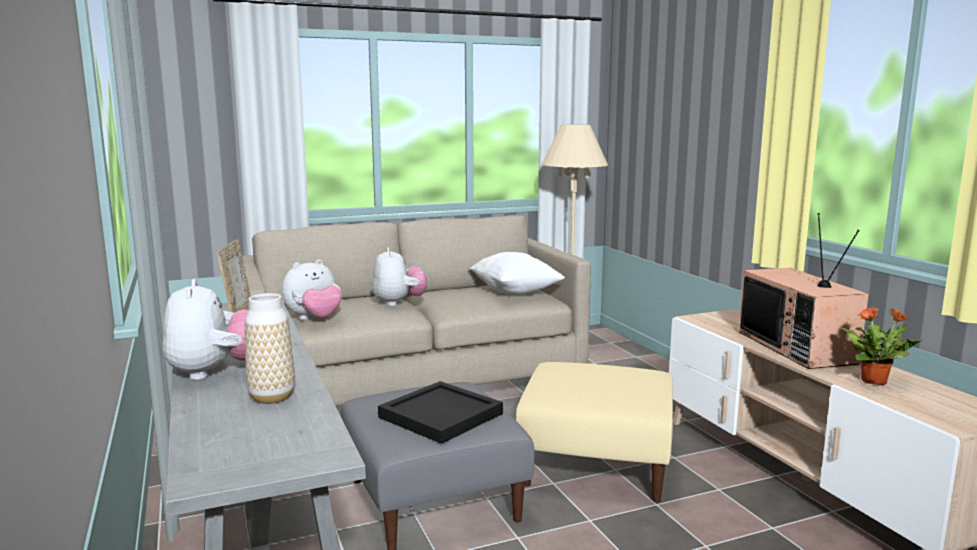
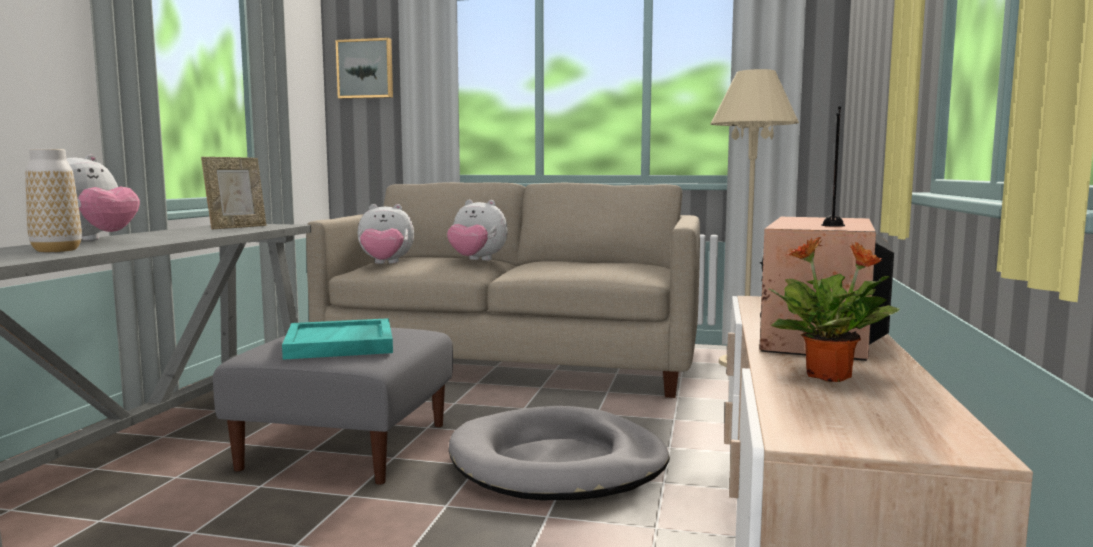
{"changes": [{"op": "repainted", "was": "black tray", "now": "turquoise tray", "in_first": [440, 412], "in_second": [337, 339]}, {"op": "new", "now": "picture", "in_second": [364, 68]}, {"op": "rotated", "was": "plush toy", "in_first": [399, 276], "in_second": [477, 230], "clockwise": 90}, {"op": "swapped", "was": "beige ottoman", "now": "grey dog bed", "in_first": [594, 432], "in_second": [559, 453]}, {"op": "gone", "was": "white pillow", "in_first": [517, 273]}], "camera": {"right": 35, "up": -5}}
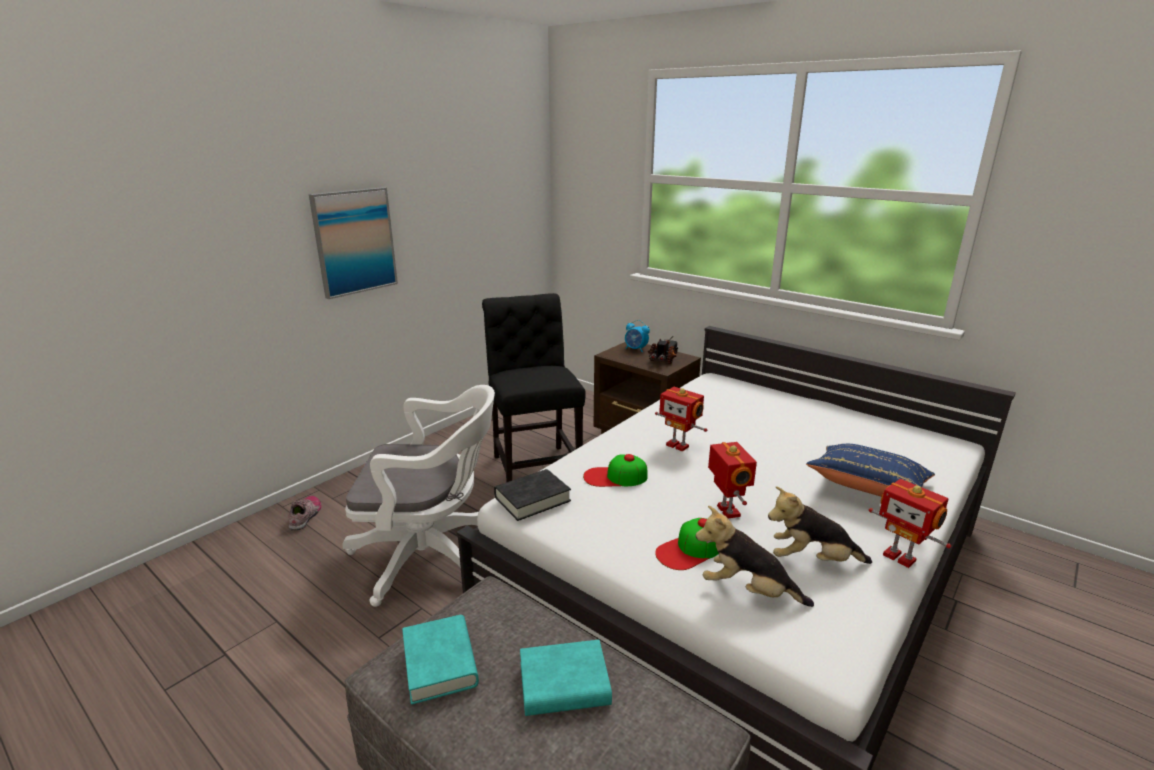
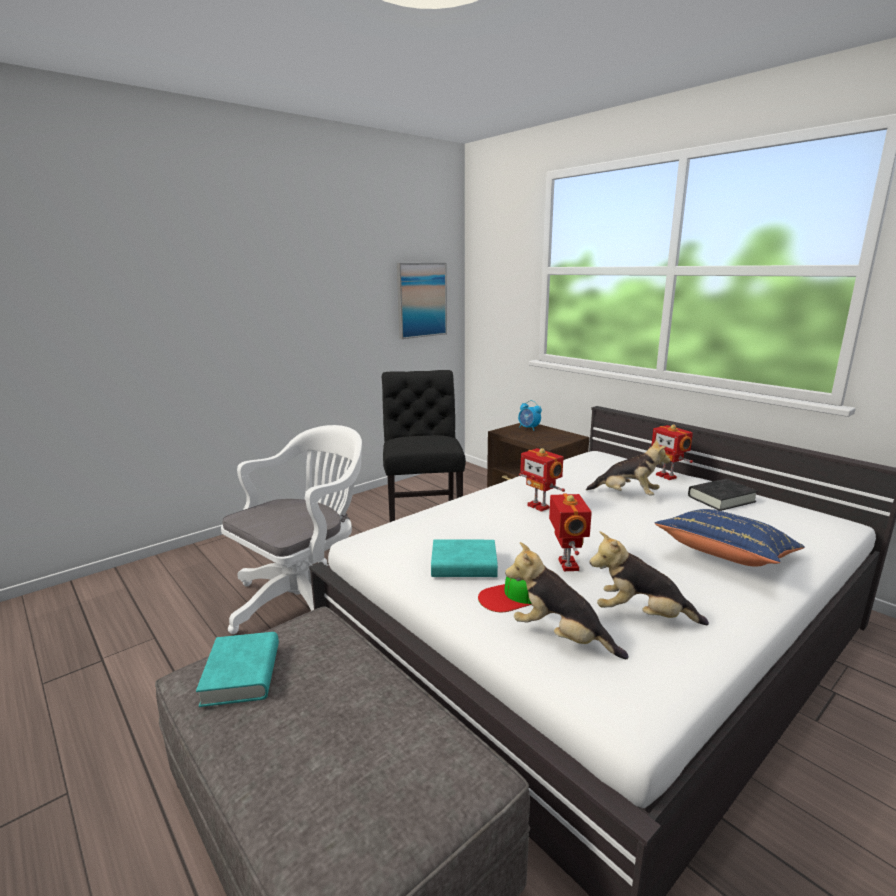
{"changes": [{"op": "rotated", "was": "white office chair", "in_first": [418, 496], "in_second": [291, 529], "clockwise": -60}, {"op": "shifted", "was": "picture", "in_first": [353, 243], "in_second": [422, 301]}, {"op": "shifted", "was": "turquoise book", "in_first": [566, 678], "in_second": [464, 558]}, {"op": "new", "now": "plush toy", "in_second": [628, 467]}, {"op": "shifted", "was": "toy robot", "in_first": [910, 523], "in_second": [671, 452]}, {"op": "shifted", "was": "black book", "in_first": [532, 495], "in_second": [723, 495]}, {"op": "gone", "was": "shoe", "in_first": [305, 513]}, {"op": "gone", "was": "cap", "in_first": [615, 470]}, {"op": "gone", "was": "toy truck", "in_first": [663, 350]}], "camera": {"right": 10, "up": -5}}
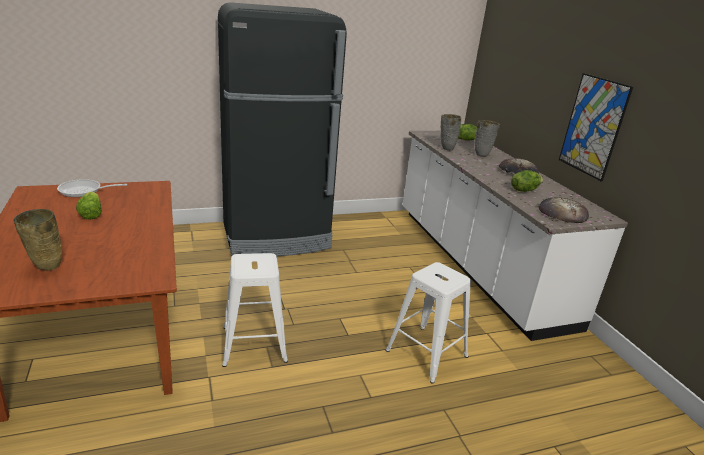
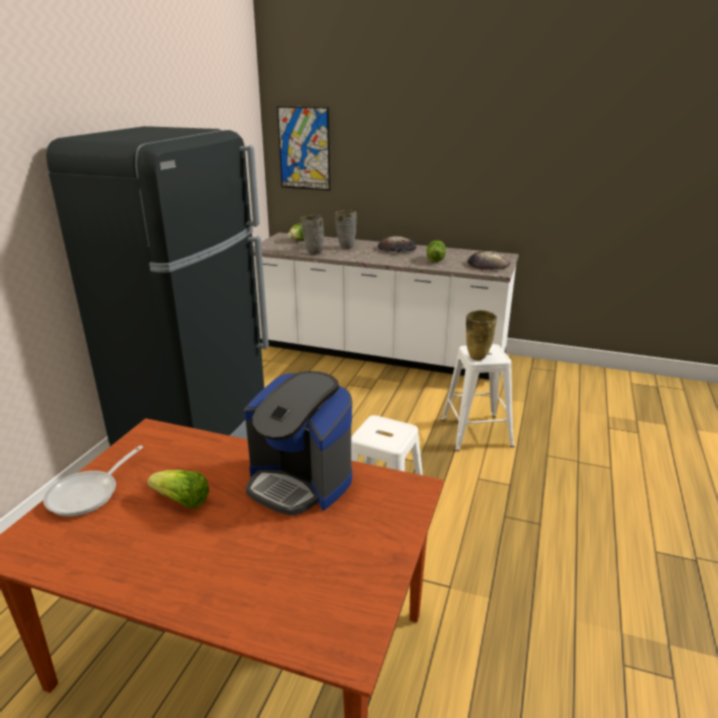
{"changes": [{"op": "new", "now": "coffee machine", "in_second": [298, 443]}, {"op": "shifted", "was": "picture", "in_first": [596, 127], "in_second": [303, 148]}, {"op": "shifted", "was": "beige vase", "in_first": [38, 240], "in_second": [481, 335]}], "camera": {"right": -50, "up": 0}}
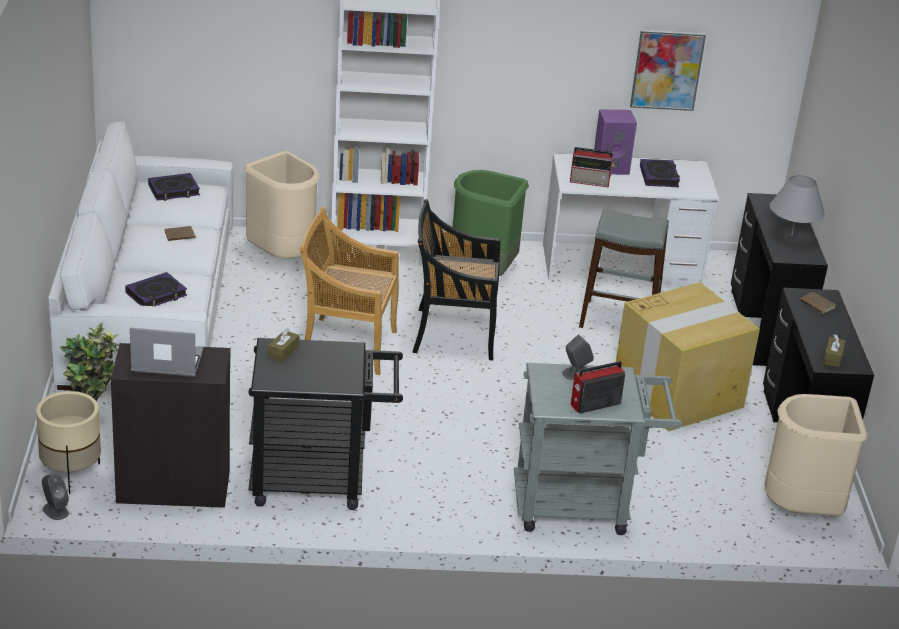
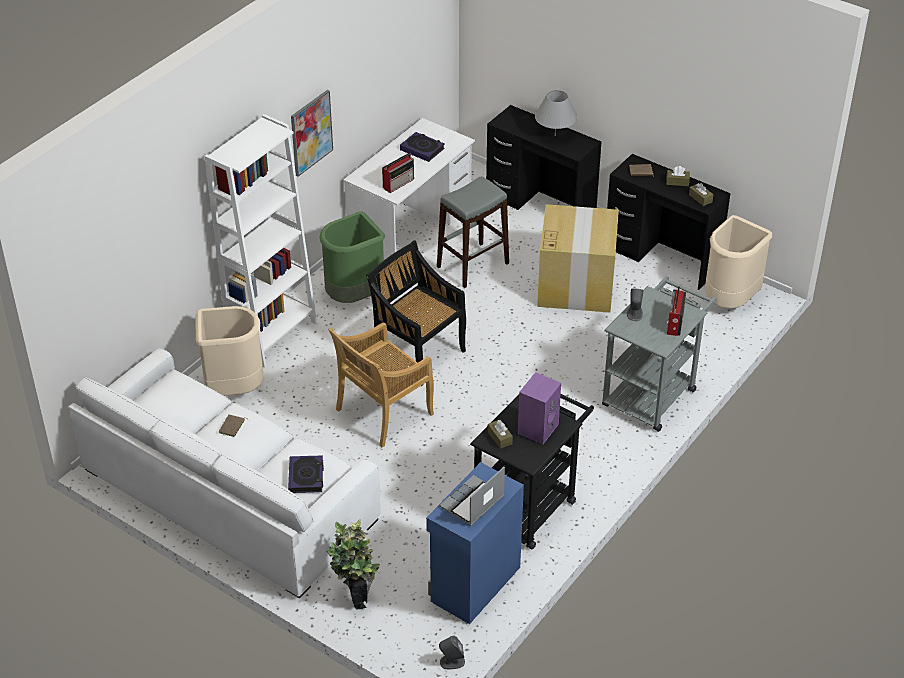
{"changes": [{"op": "shifted", "was": "picture", "in_first": [668, 70], "in_second": [312, 133]}, {"op": "rotated", "was": "black chair", "in_first": [457, 279], "in_second": [416, 313], "clockwise": 90}, {"op": "repainted", "was": "black cabinet", "now": "blue cabinet", "in_first": [170, 425], "in_second": [475, 543]}, {"op": "shifted", "was": "purple speaker", "in_first": [615, 142], "in_second": [539, 408]}, {"op": "new", "now": "brown tissue box", "in_second": [678, 176]}, {"op": "gone", "was": "beige planter", "in_first": [68, 442]}, {"op": "gone", "was": "book", "in_first": [174, 187]}], "camera": {"right": -50, "up": 10}}
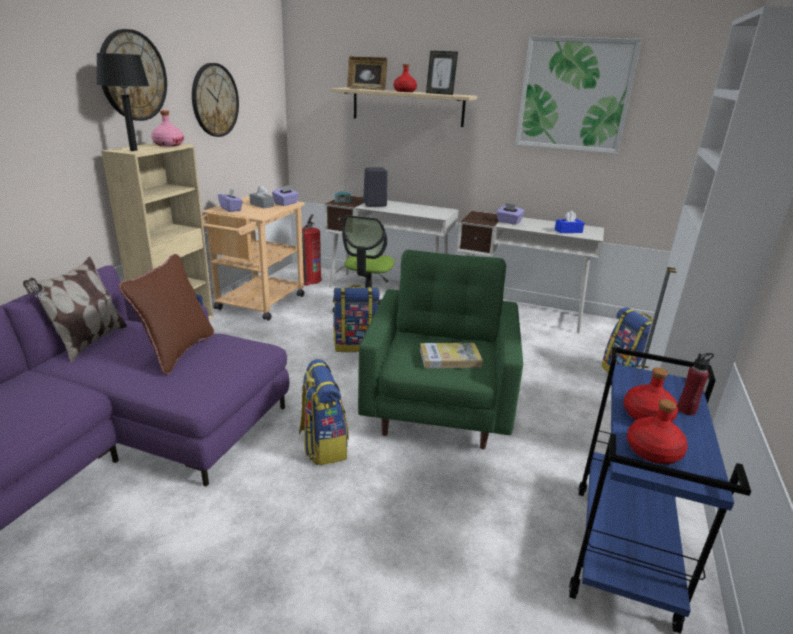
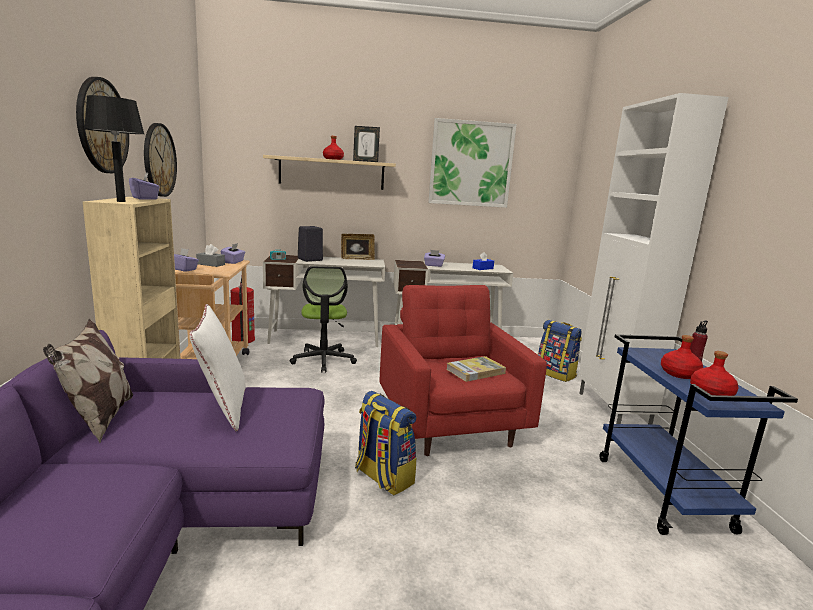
{"changes": [{"op": "swapped", "was": "pink bottle", "now": "purple tissue box", "in_first": [167, 128], "in_second": [144, 186]}, {"op": "repainted", "was": "brown pillow", "now": "white pillow", "in_first": [166, 314], "in_second": [218, 367]}, {"op": "shifted", "was": "picture frame", "in_first": [367, 73], "in_second": [358, 247]}, {"op": "repainted", "was": "green armchair", "now": "red armchair", "in_first": [440, 350], "in_second": [463, 370]}, {"op": "gone", "was": "backpack", "in_first": [356, 318]}], "camera": {"right": -25, "up": -10}}
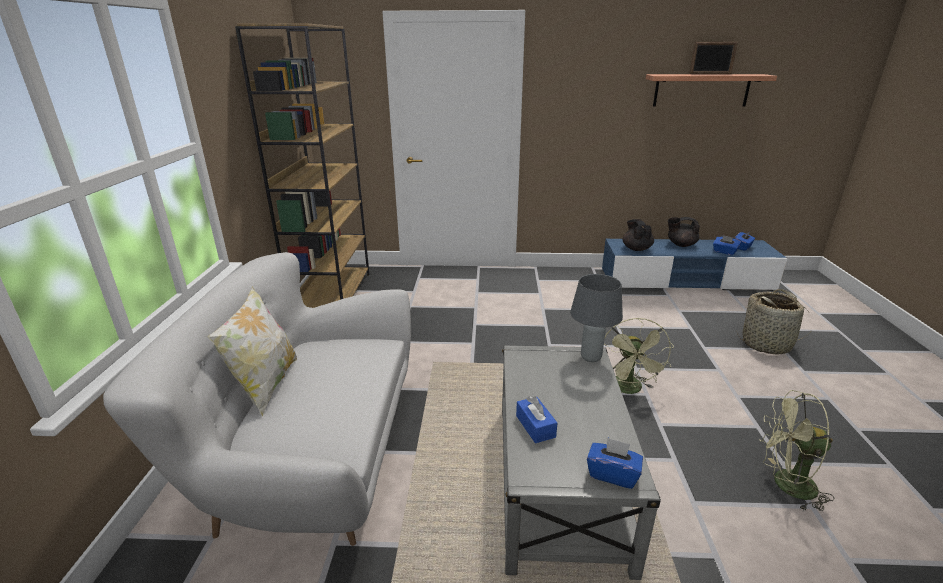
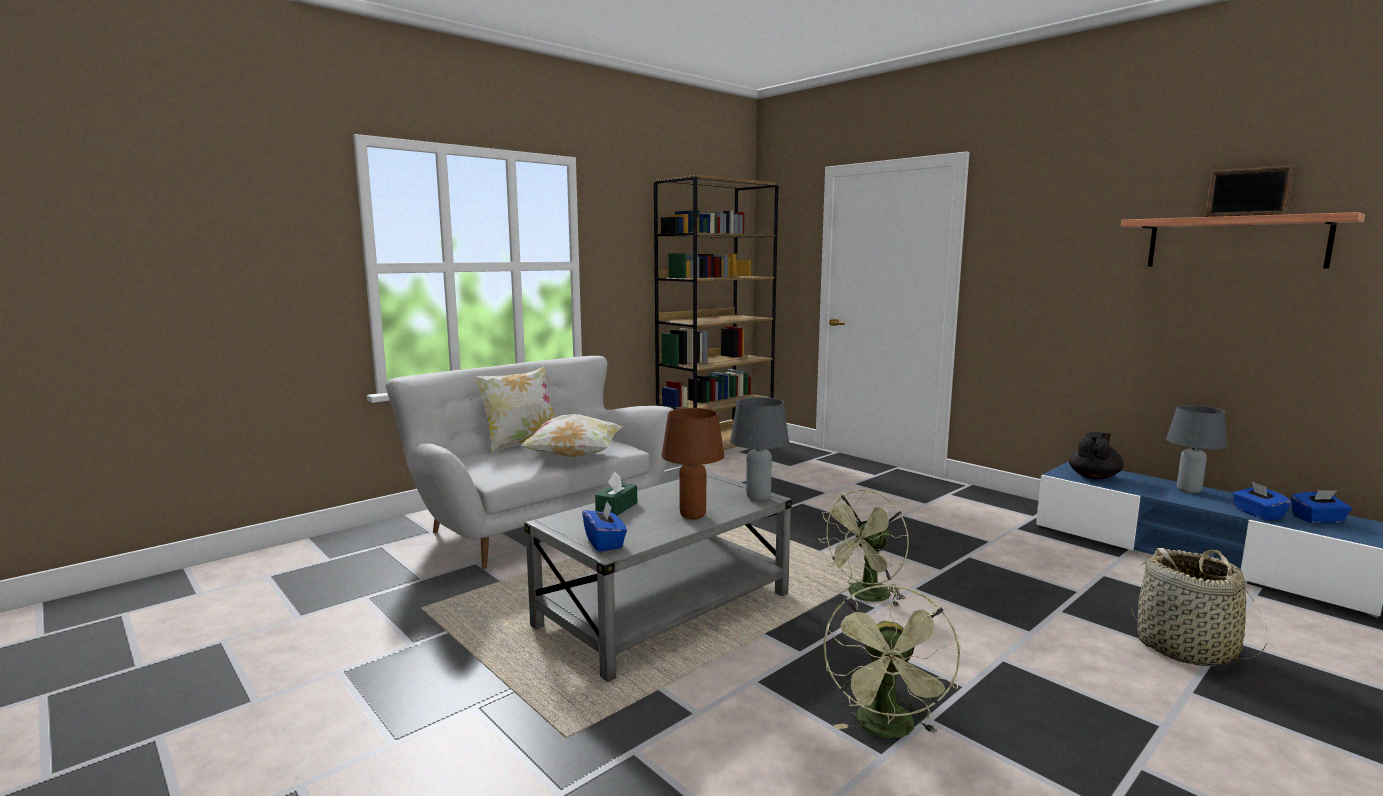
{"changes": [{"op": "new", "now": "pillow", "in_second": [571, 435]}, {"op": "repainted", "was": "blue tissue box", "now": "green tissue box", "in_first": [536, 419], "in_second": [616, 494]}, {"op": "new", "now": "brown table lamp", "in_second": [693, 464]}, {"op": "rotated", "was": "green fan", "in_first": [796, 450], "in_second": [892, 661], "clockwise": -135}, {"op": "swapped", "was": "black teapot", "now": "grey table lamp", "in_first": [684, 232], "in_second": [1196, 449]}], "camera": {"right": 45, "up": -15}}
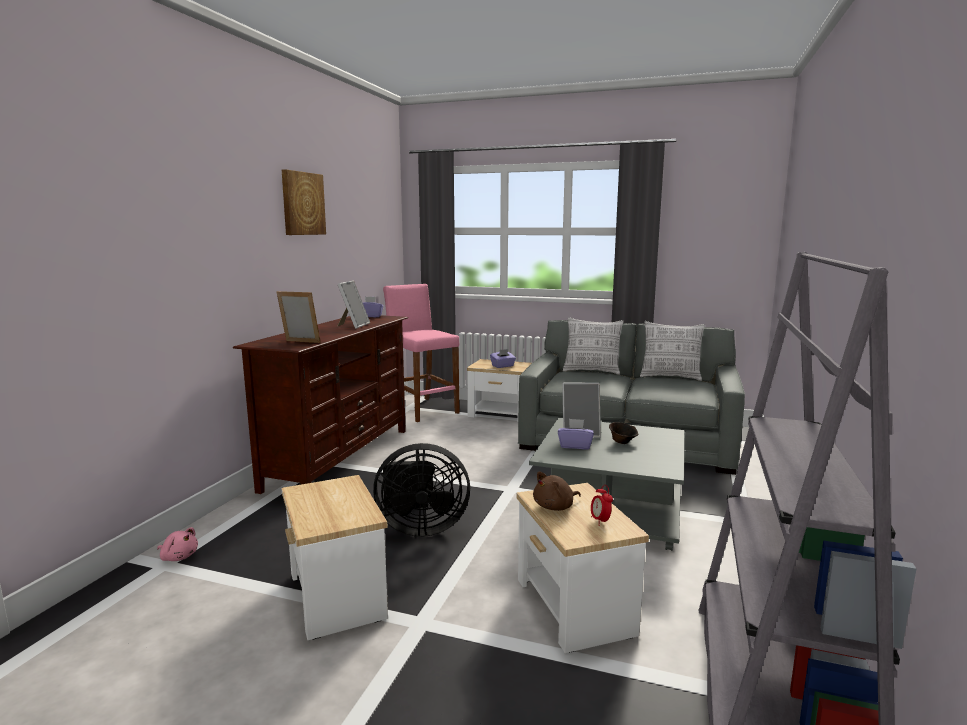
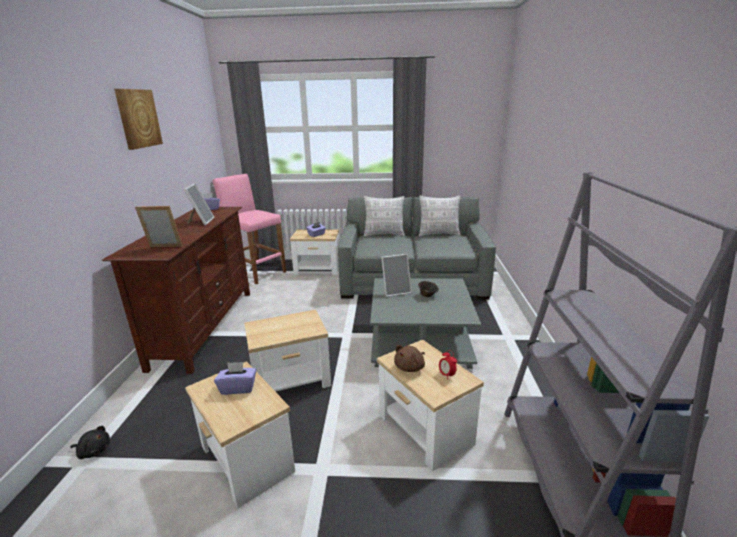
{"changes": [{"op": "repainted", "was": "pink plush toy", "now": "black plush toy", "in_first": [177, 544], "in_second": [90, 442]}, {"op": "shifted", "was": "purple tissue box", "in_first": [576, 434], "in_second": [235, 378]}, {"op": "swapped", "was": "black fan", "now": "side table", "in_first": [421, 490], "in_second": [287, 351]}], "camera": {"right": -15, "up": 10}}
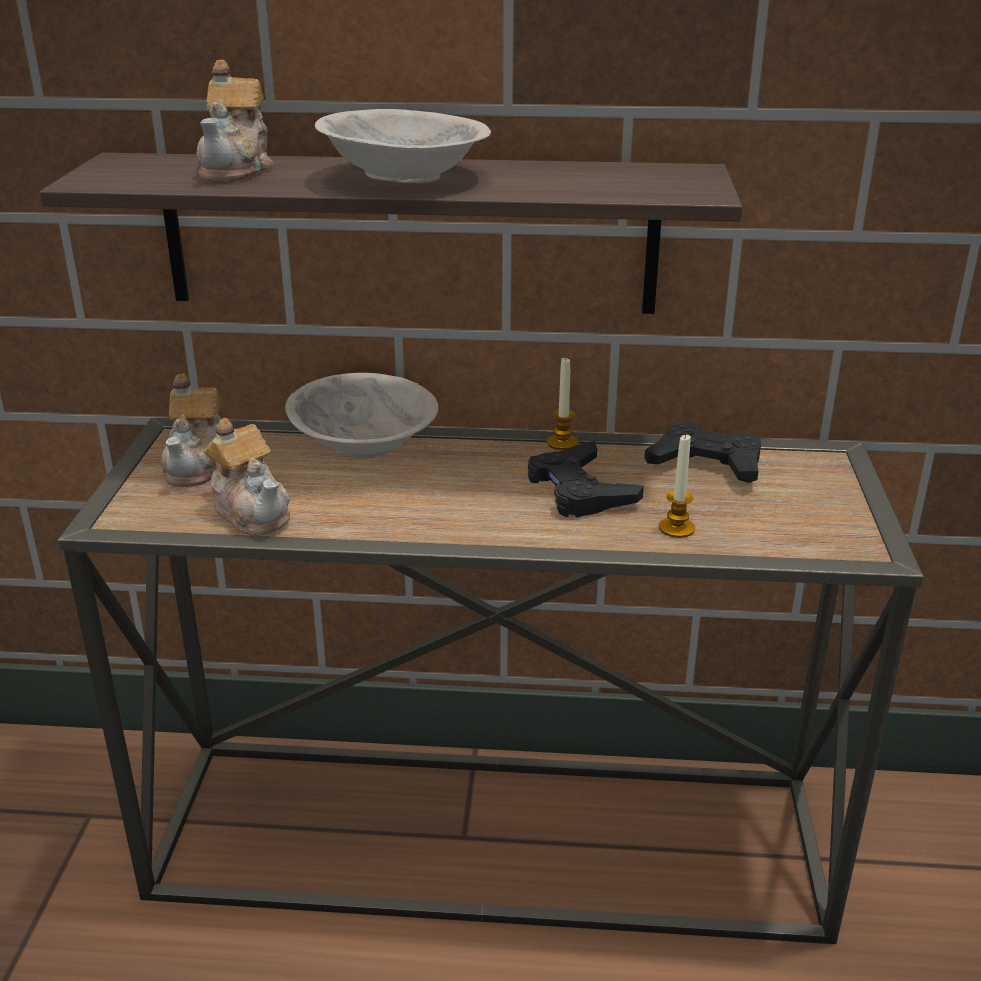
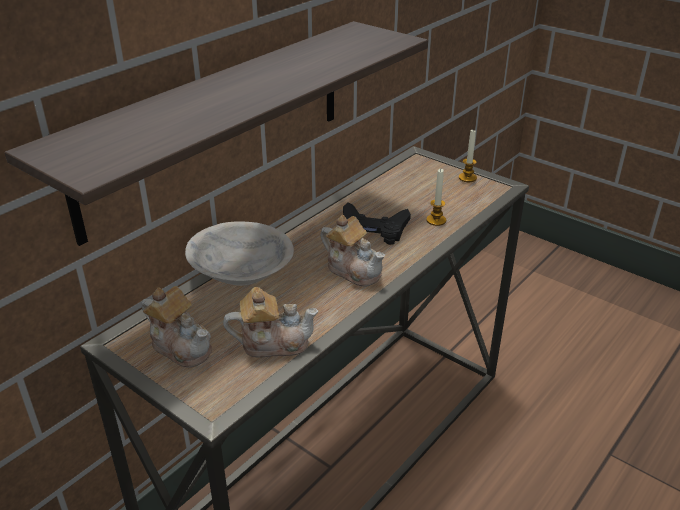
{"changes": [{"op": "shifted", "was": "teapot", "in_first": [235, 120], "in_second": [352, 251]}, {"op": "shifted", "was": "candle", "in_first": [562, 404], "in_second": [468, 156]}, {"op": "gone", "was": "beige bowl", "in_first": [403, 146]}, {"op": "gone", "was": "black game controller", "in_first": [702, 452]}], "camera": {"right": -55, "up": 5}}
